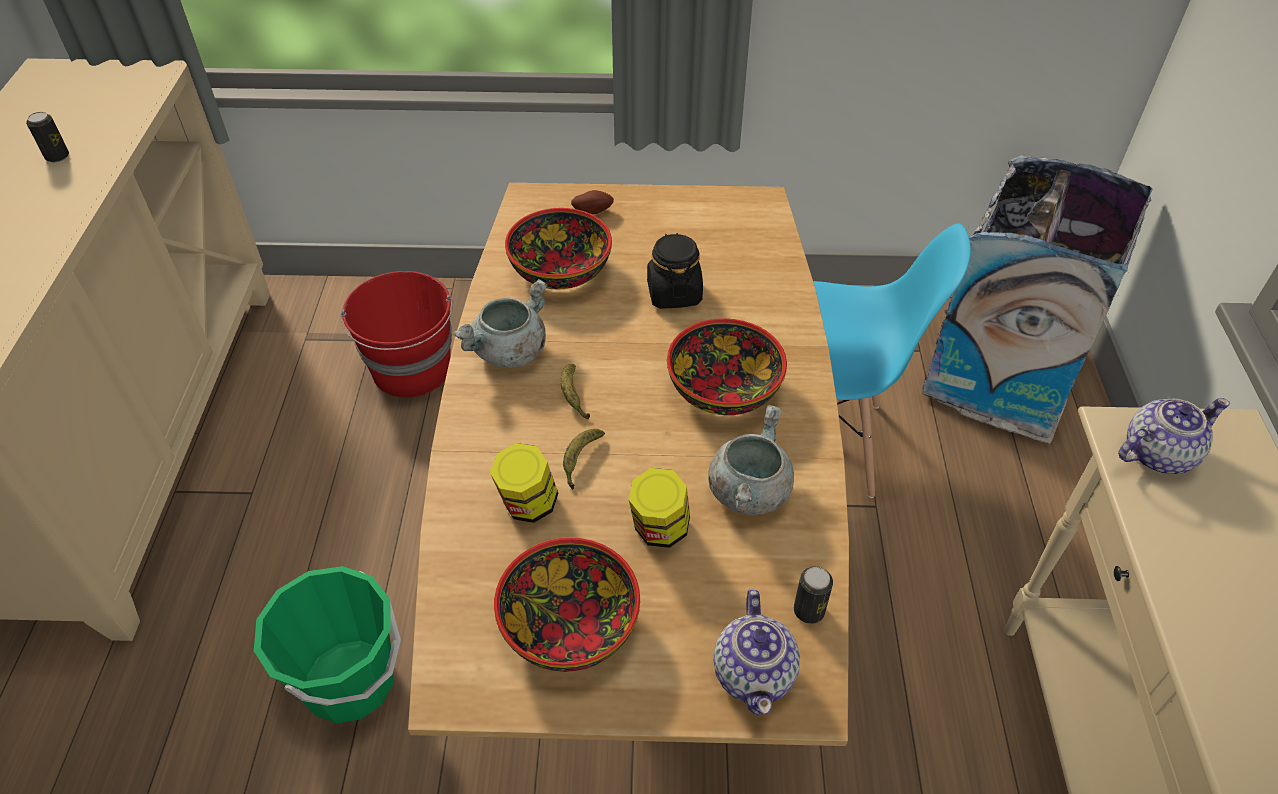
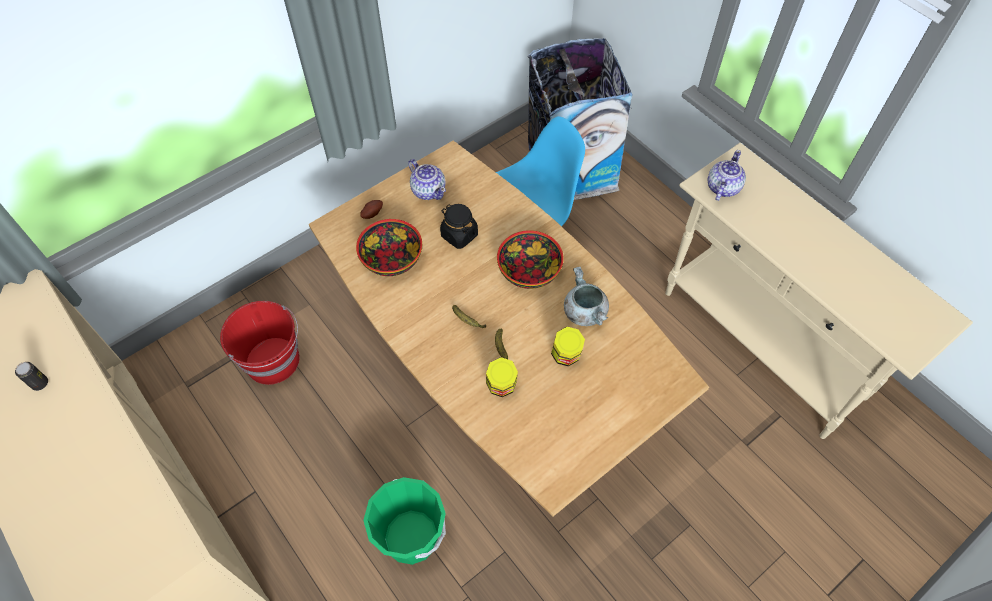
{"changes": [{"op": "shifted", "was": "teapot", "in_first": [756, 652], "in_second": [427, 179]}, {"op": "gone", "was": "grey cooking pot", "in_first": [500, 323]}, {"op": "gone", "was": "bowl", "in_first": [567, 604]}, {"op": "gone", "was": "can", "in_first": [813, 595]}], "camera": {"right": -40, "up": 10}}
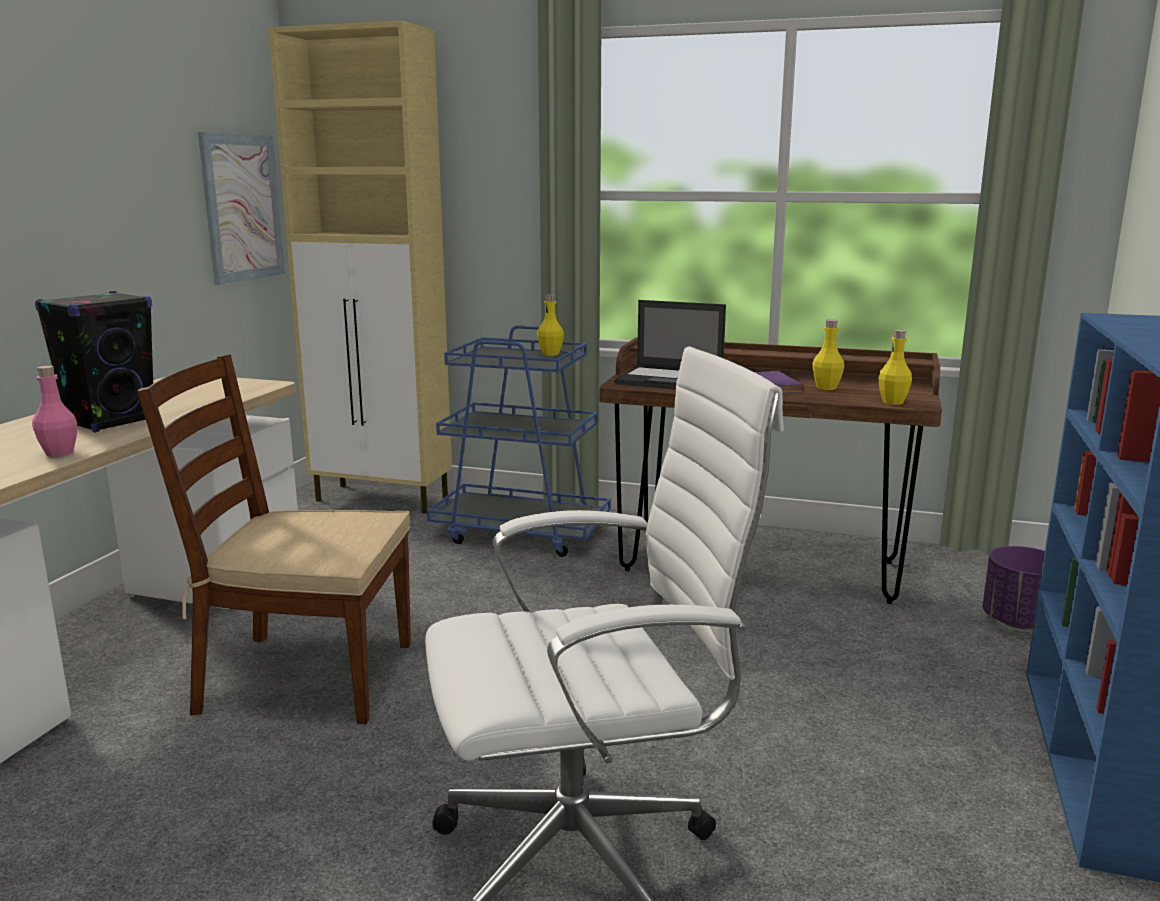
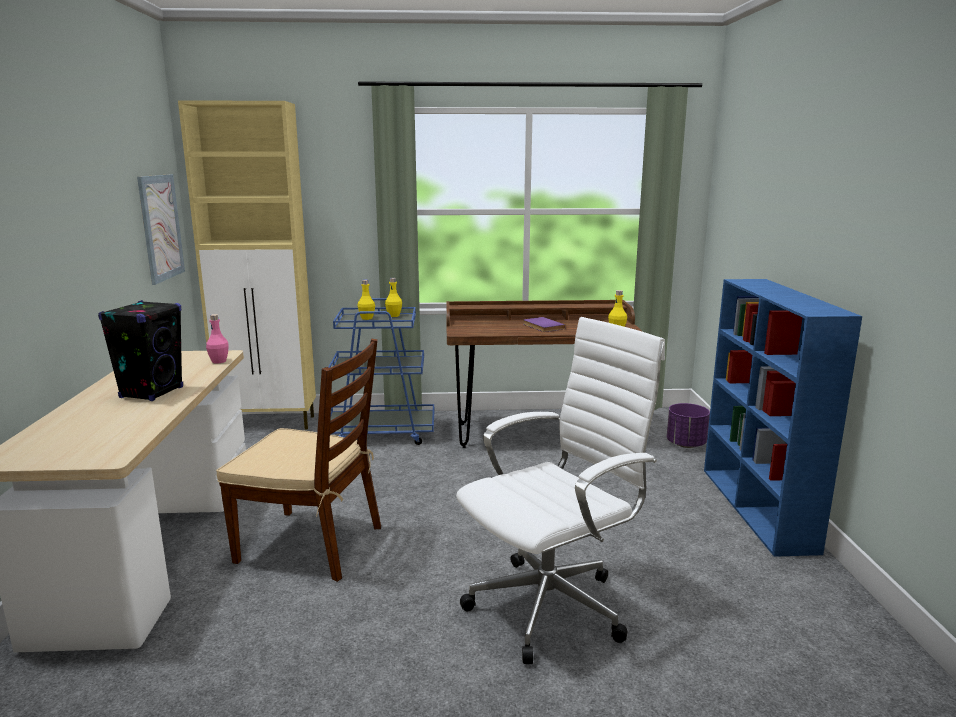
{"changes": [{"op": "shifted", "was": "pink bottle", "in_first": [54, 411], "in_second": [217, 338]}, {"op": "rotated", "was": "brown chair", "in_first": [274, 539], "in_second": [298, 460], "clockwise": -150}, {"op": "shifted", "was": "yellow bottle", "in_first": [828, 354], "in_second": [366, 300]}, {"op": "gone", "was": "laptop", "in_first": [670, 345]}], "camera": {"right": -20, "up": 0}}
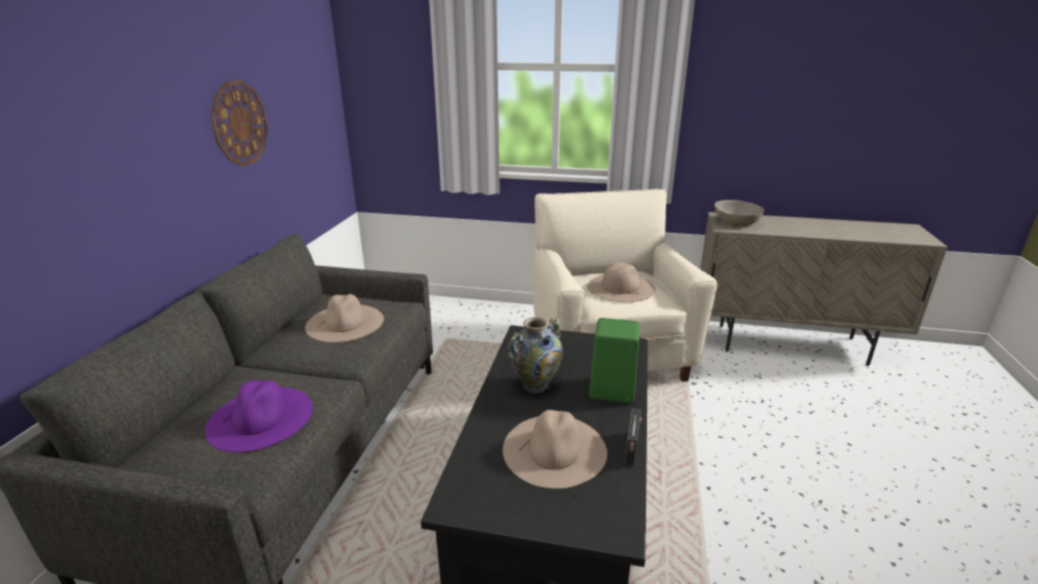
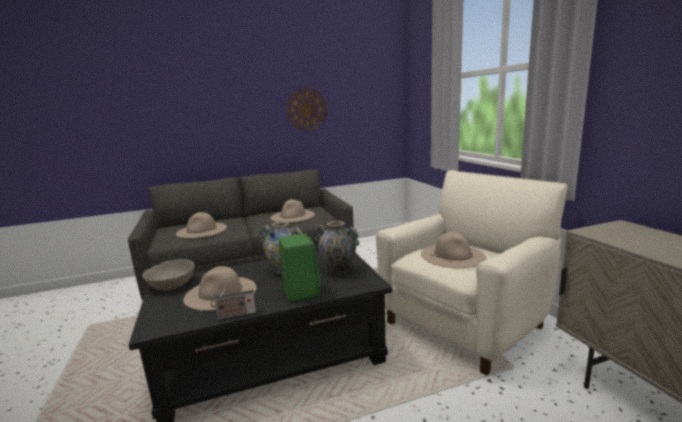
{"changes": [{"op": "shifted", "was": "grey bowl", "in_first": [739, 213], "in_second": [168, 274]}, {"op": "repainted", "was": "purple hat", "now": "beige hat", "in_first": [259, 416], "in_second": [201, 225]}, {"op": "new", "now": "vase", "in_second": [336, 248]}], "camera": {"right": 60, "up": -10}}
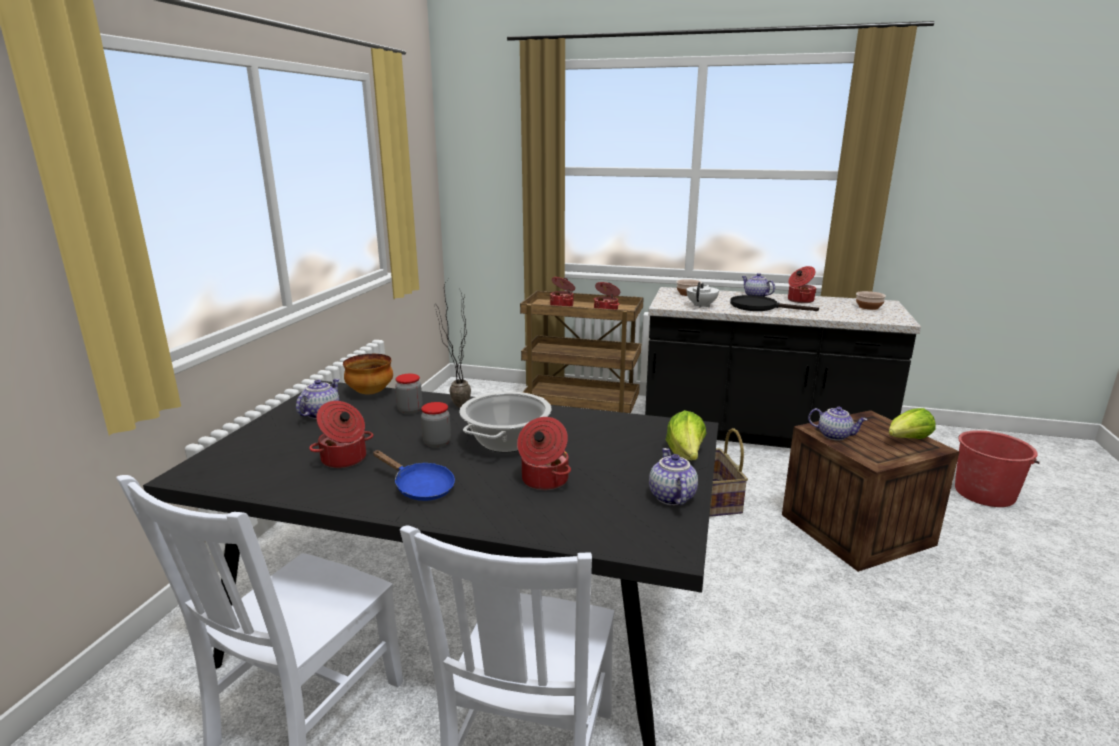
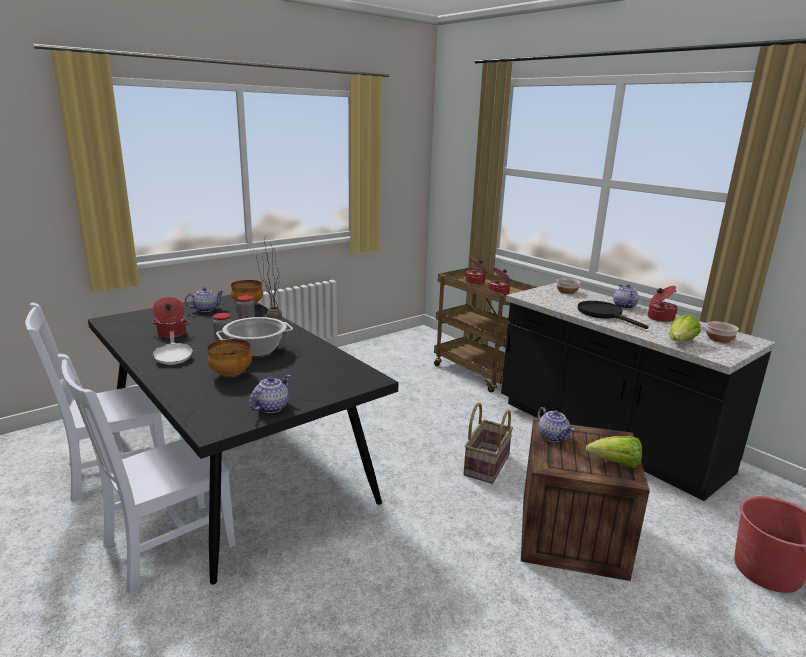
{"changes": [{"op": "repainted", "was": "blue frying pan", "now": "white frying pan", "in_first": [414, 475], "in_second": [172, 348]}, {"op": "swapped", "was": "cooking pot", "now": "bowl", "in_first": [544, 453], "in_second": [229, 358]}, {"op": "shifted", "was": "lettuce", "in_first": [685, 435], "in_second": [684, 327]}, {"op": "gone", "was": "white teapot", "in_first": [702, 295]}], "camera": {"right": 35, "up": 0}}
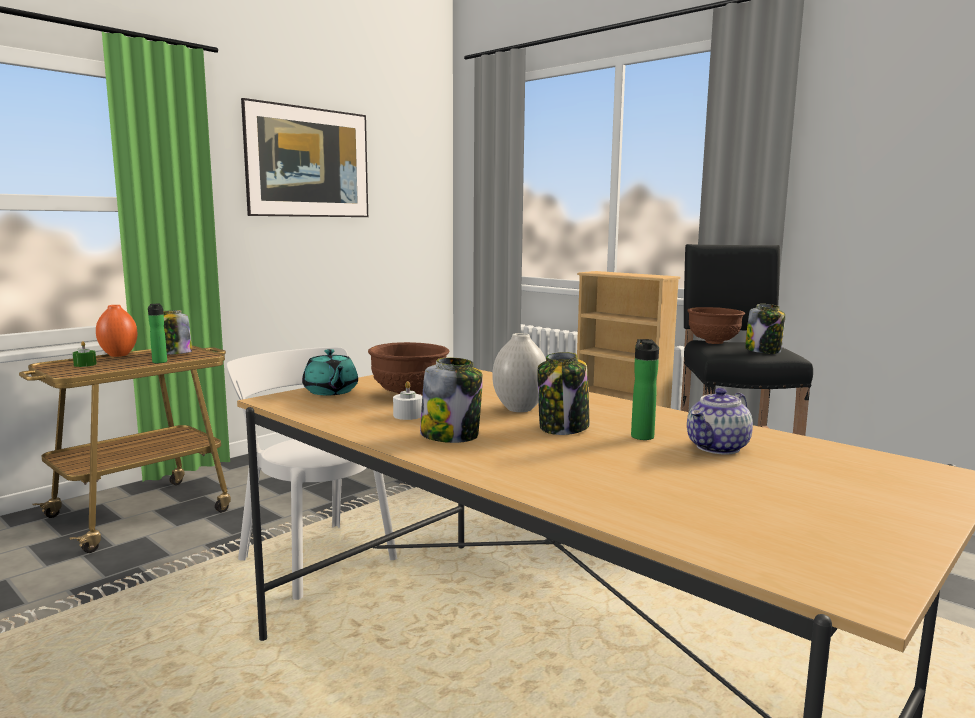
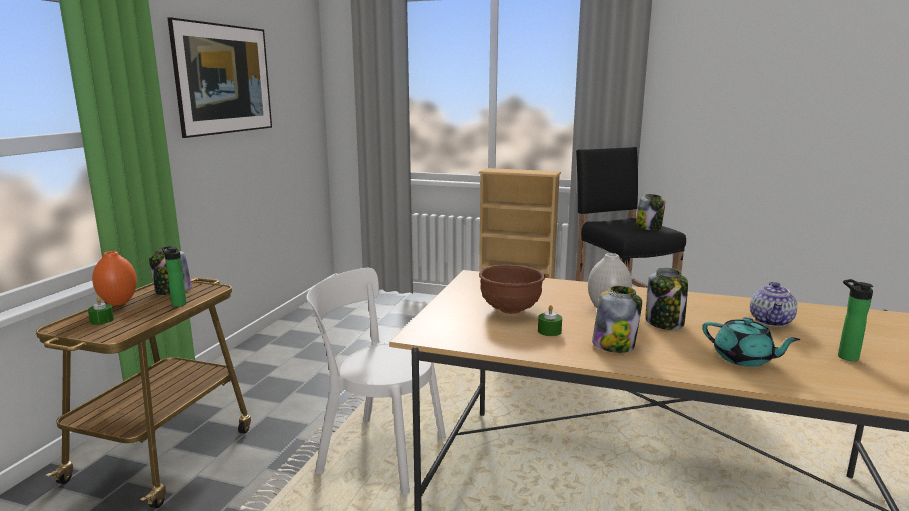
{"changes": [{"op": "repainted", "was": "white candle", "now": "green candle", "in_first": [407, 400], "in_second": [550, 320]}, {"op": "shifted", "was": "turquoise teapot", "in_first": [330, 372], "in_second": [752, 342]}, {"op": "shifted", "was": "bottle", "in_first": [645, 389], "in_second": [855, 320]}, {"op": "gone", "was": "brown bowl", "in_first": [716, 325]}], "camera": {"right": -25, "up": 5}}
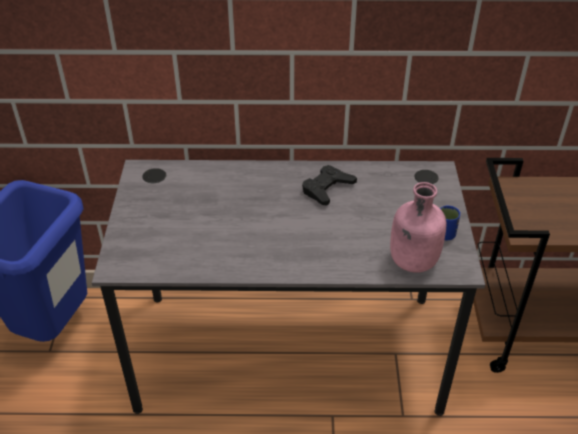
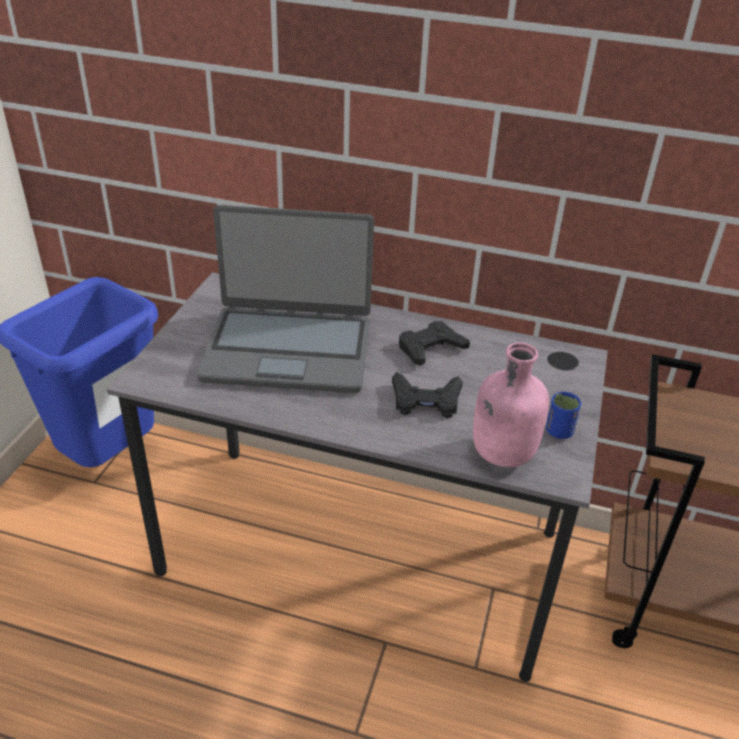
{"changes": [{"op": "new", "now": "laptop", "in_second": [285, 299]}, {"op": "new", "now": "black game controller", "in_second": [427, 395]}], "camera": {"right": 15, "up": -5}}
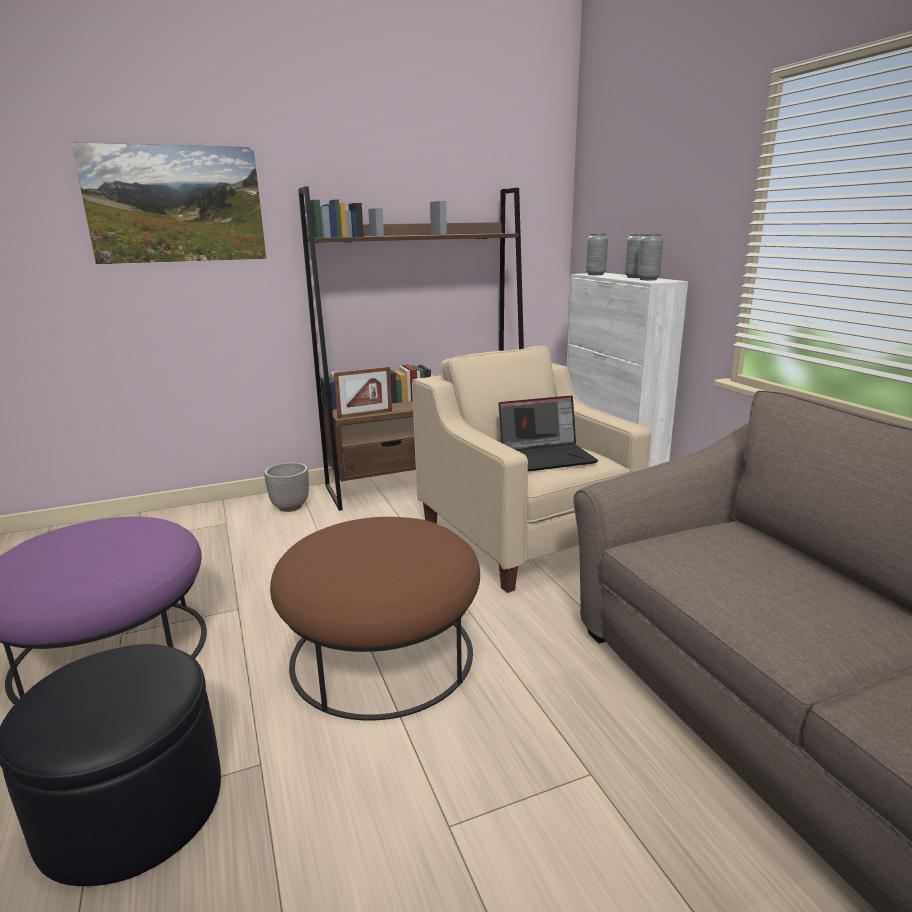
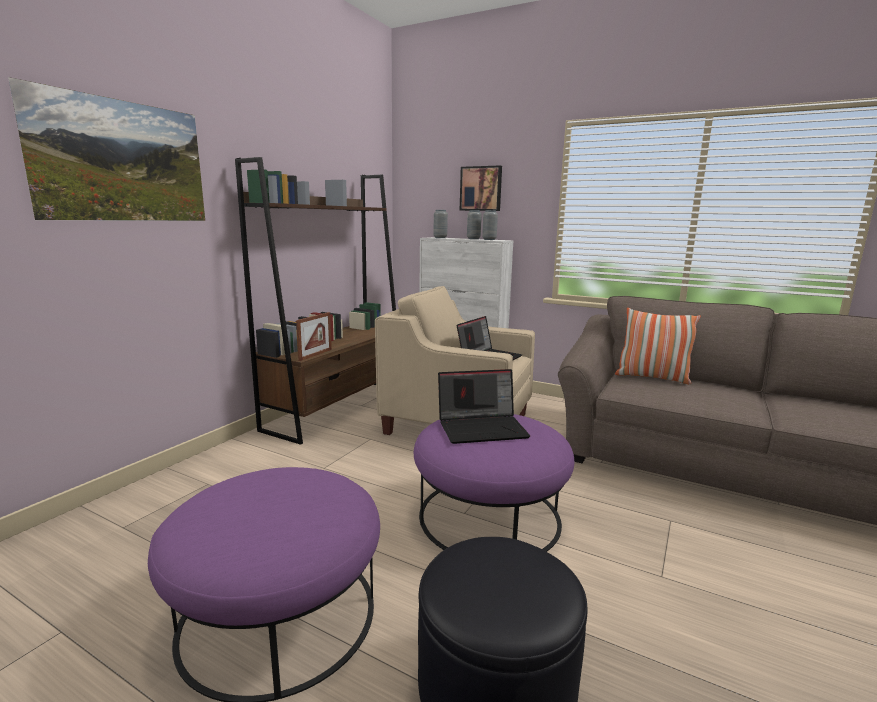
{"changes": [{"op": "repainted", "was": "brown ottoman", "now": "purple ottoman", "in_first": [375, 619], "in_second": [494, 483]}, {"op": "new", "now": "laptop", "in_second": [484, 406]}, {"op": "new", "now": "picture", "in_second": [481, 188]}, {"op": "new", "now": "pillow", "in_second": [658, 346]}, {"op": "gone", "was": "planter", "in_first": [286, 487]}], "camera": {"right": -40, "up": -5}}
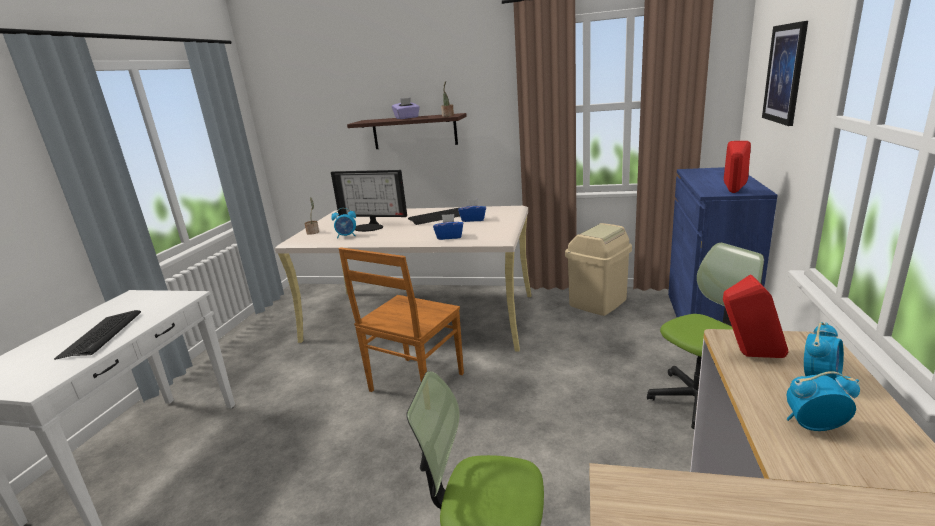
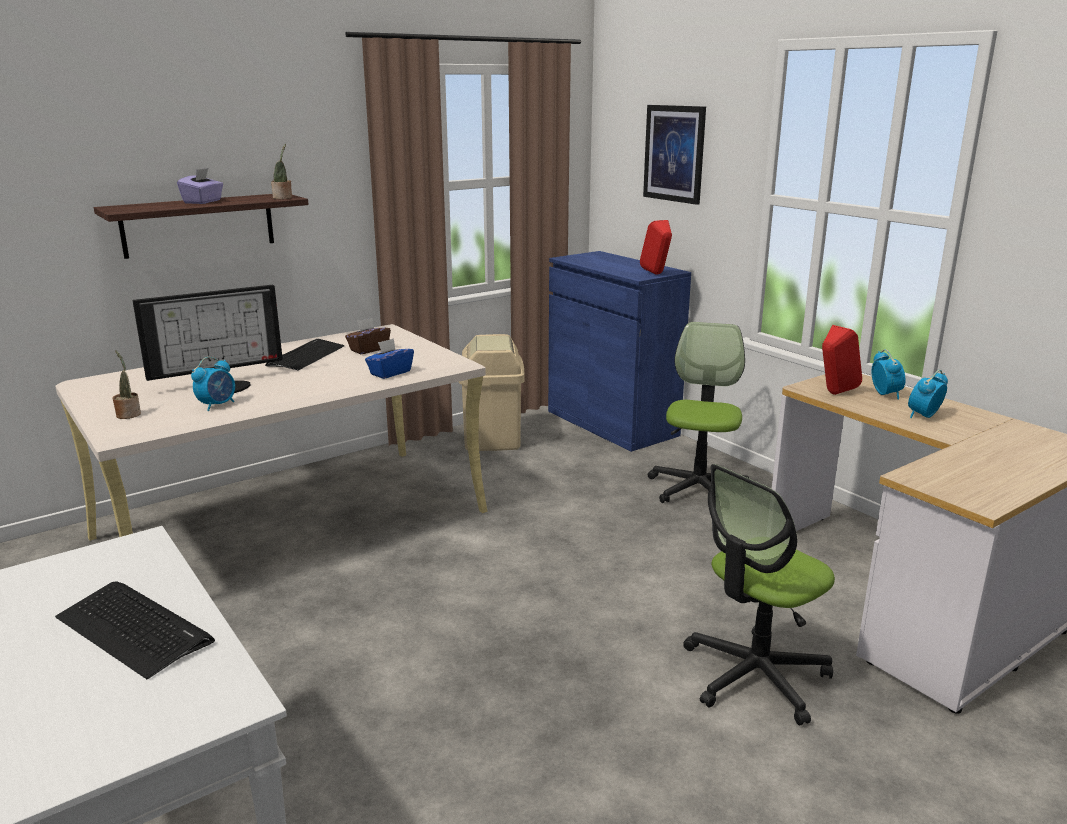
{"changes": [{"op": "repainted", "was": "blue tissue box", "now": "brown tissue box", "in_first": [472, 210], "in_second": [368, 336]}, {"op": "gone", "was": "brown chair", "in_first": [401, 319]}], "camera": {"right": -50, "up": 0}}
